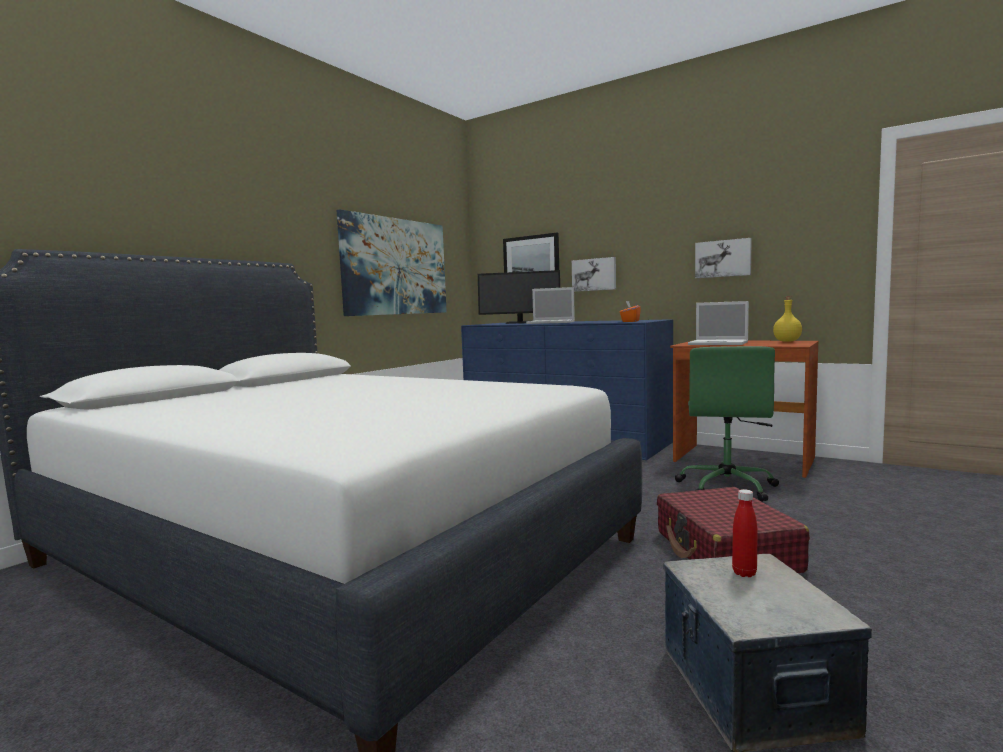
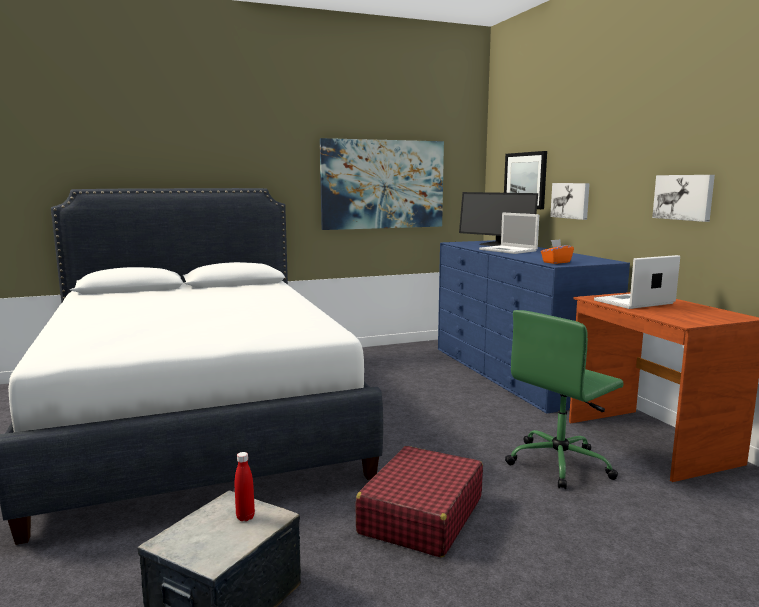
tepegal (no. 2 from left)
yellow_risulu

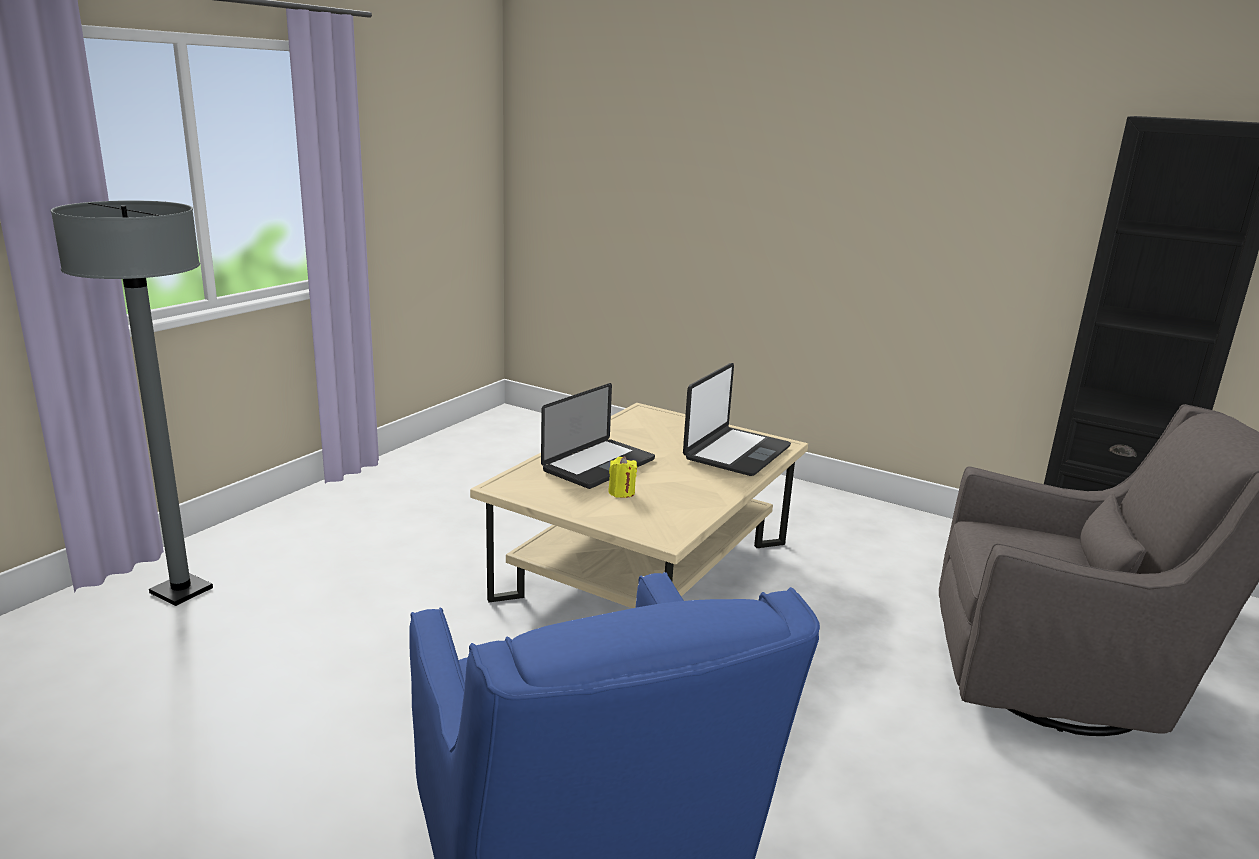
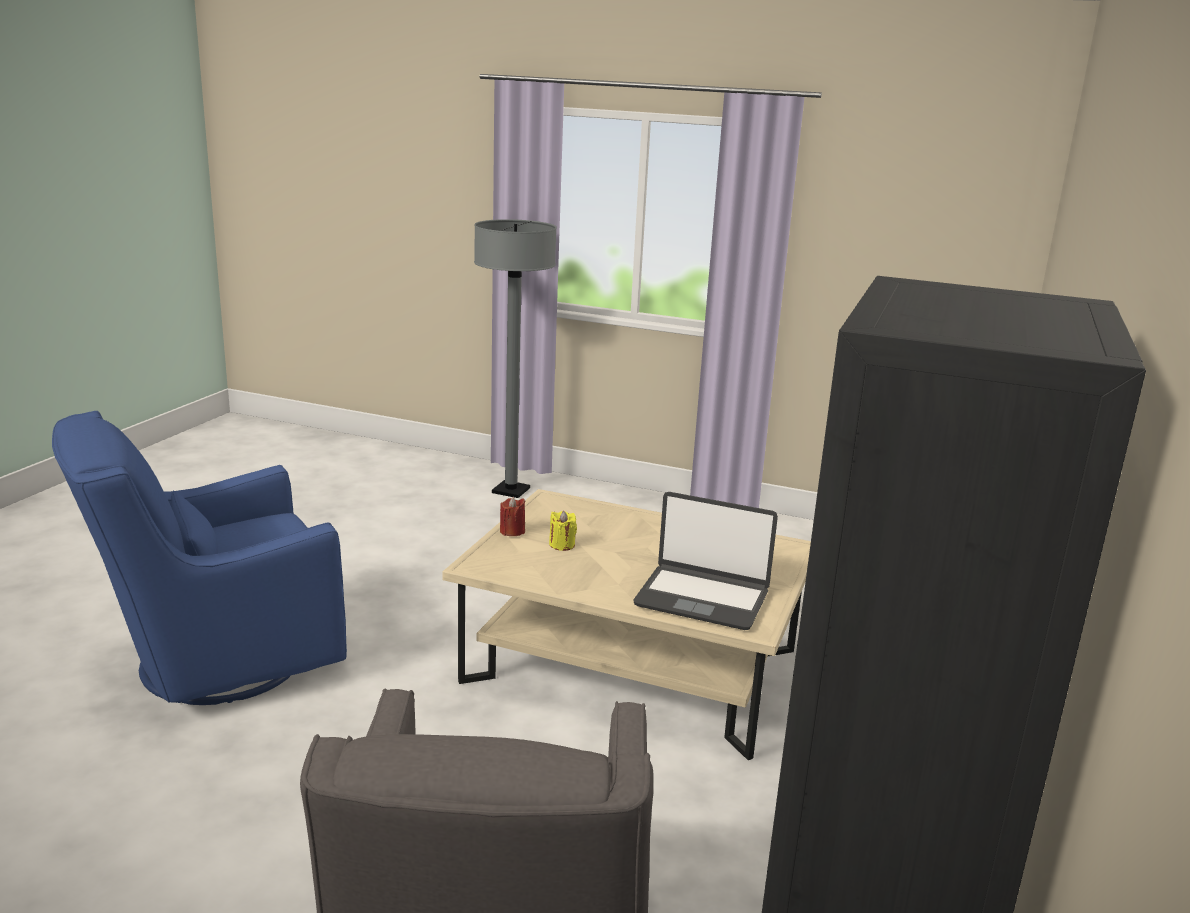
tepegal (no. 1 from left in the first image)
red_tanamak

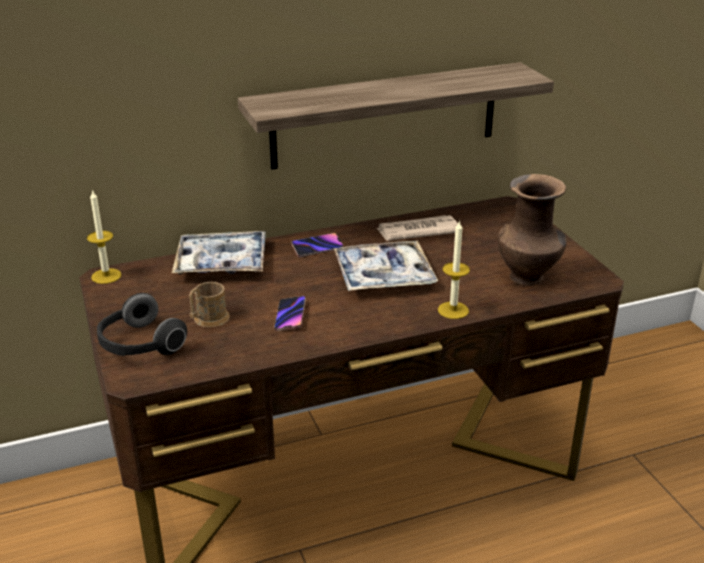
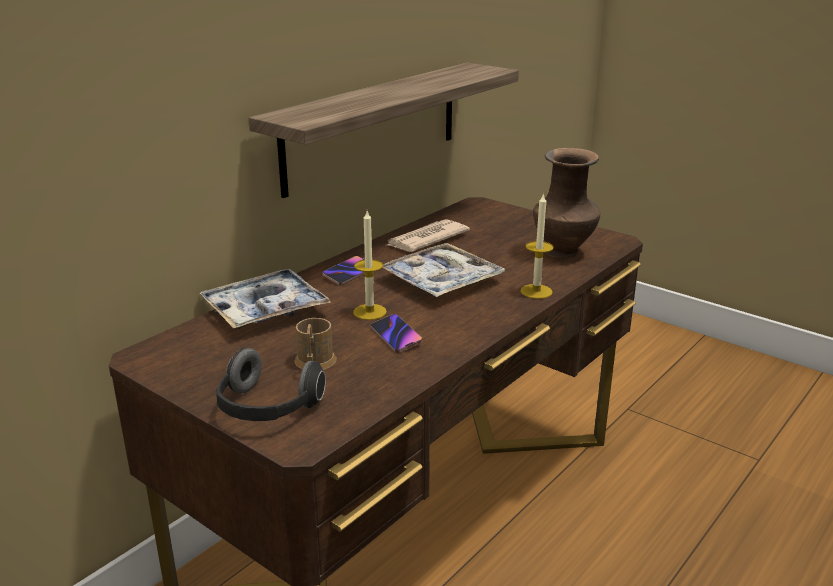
tanamak (no. 1 from left)

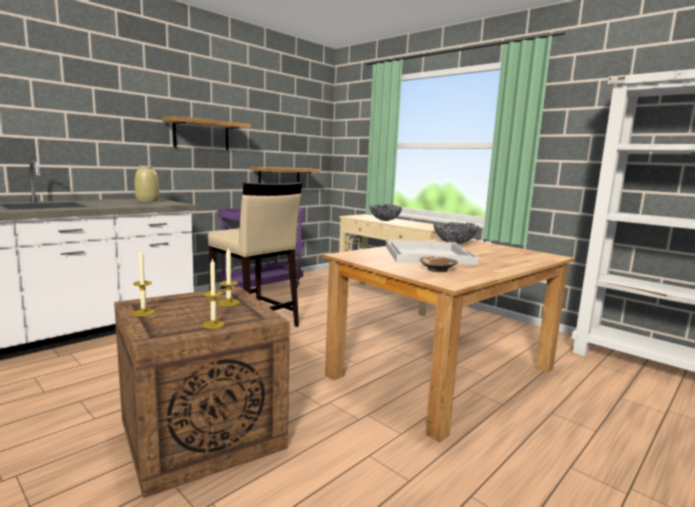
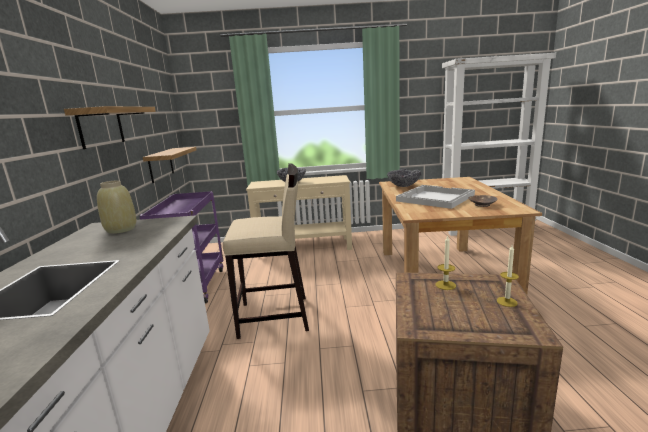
tanamak (no. 1 from left in the first image)

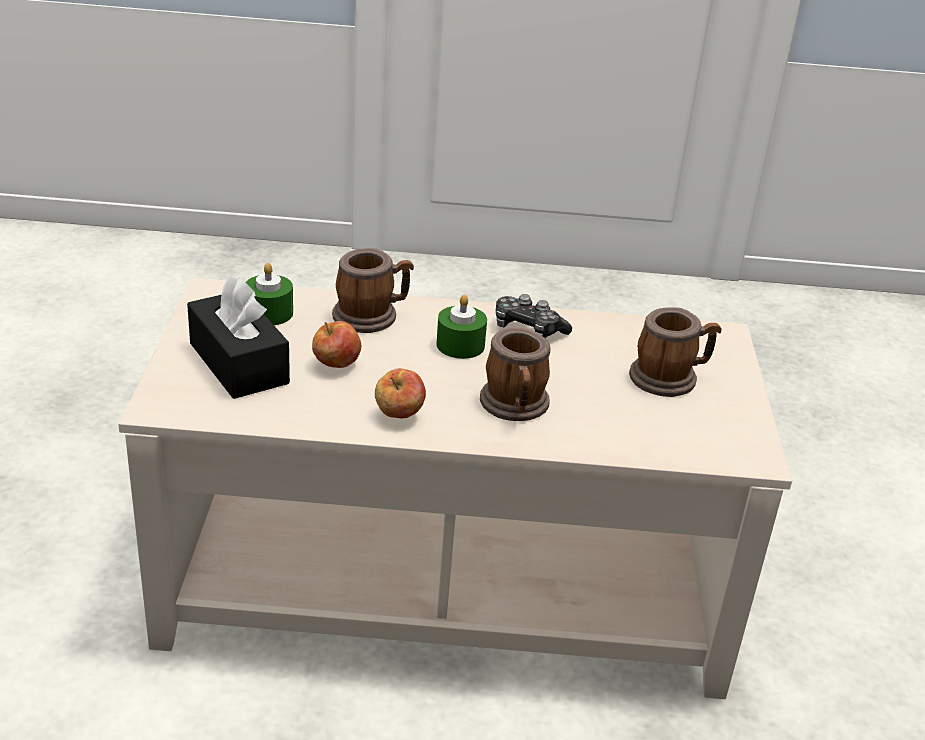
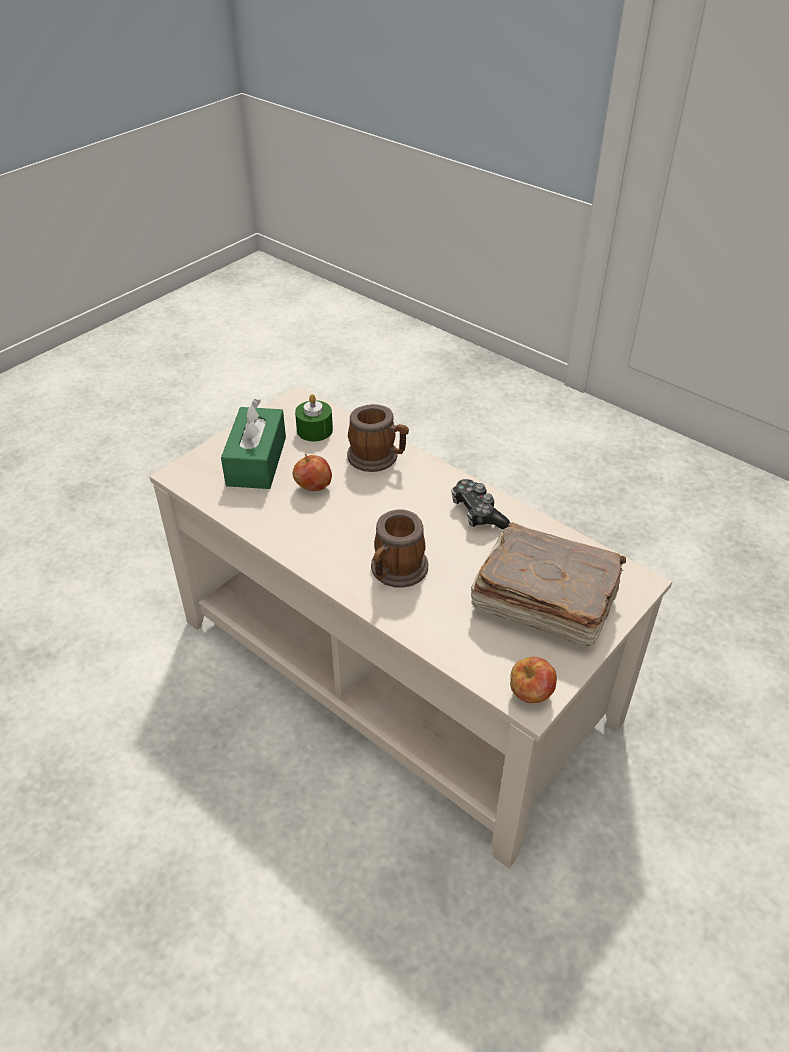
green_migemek
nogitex (no. 2 from left)
green_tanamak (no. 2 from left in the first image)
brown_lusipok

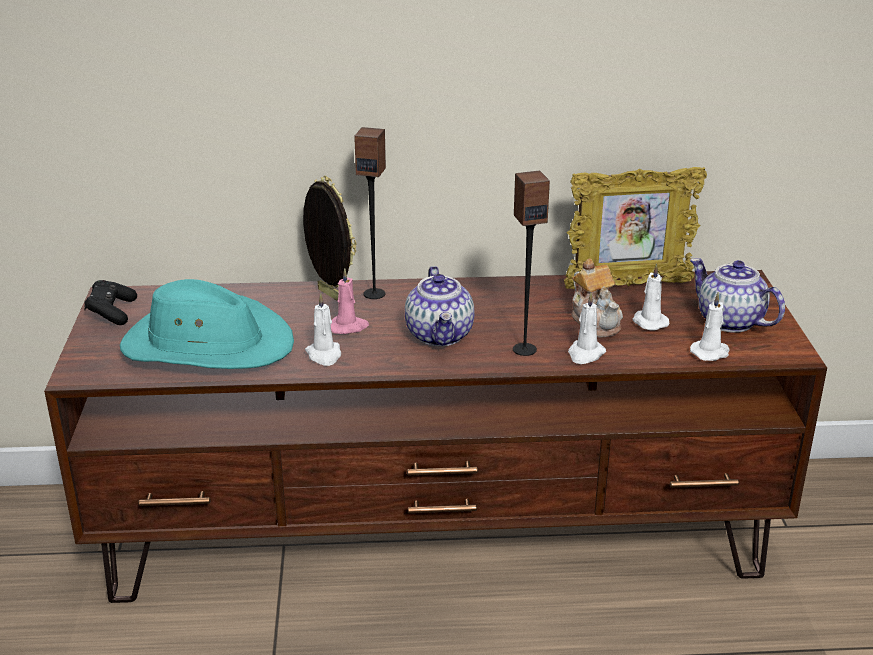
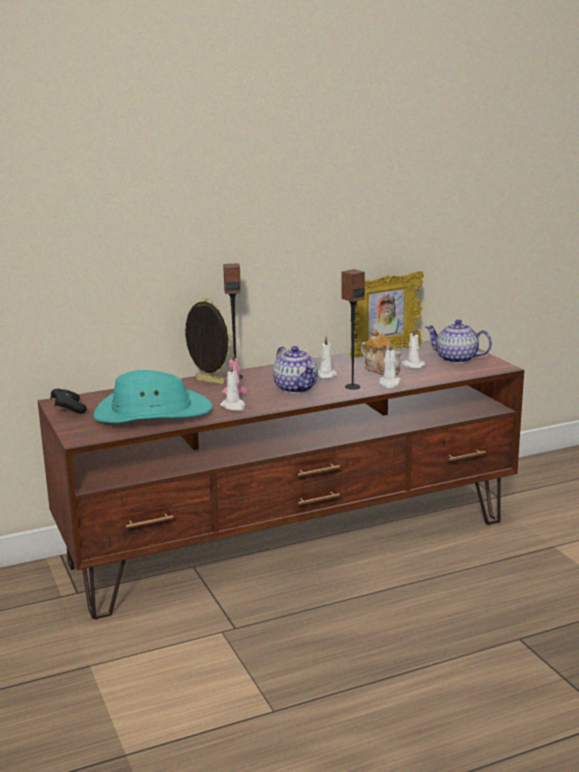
white_tanamak (no. 2 from left)

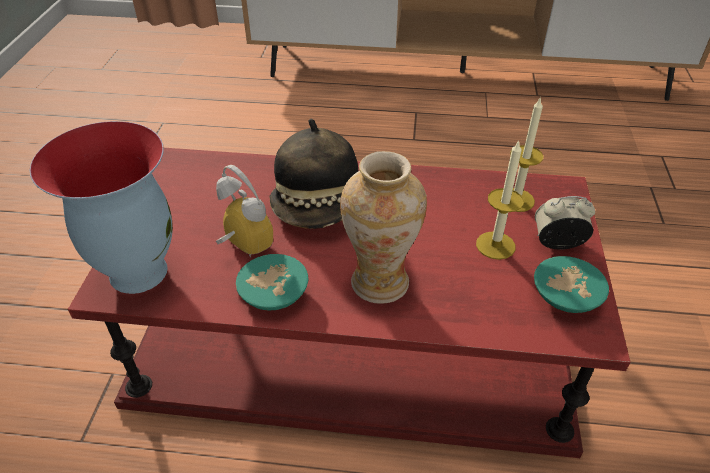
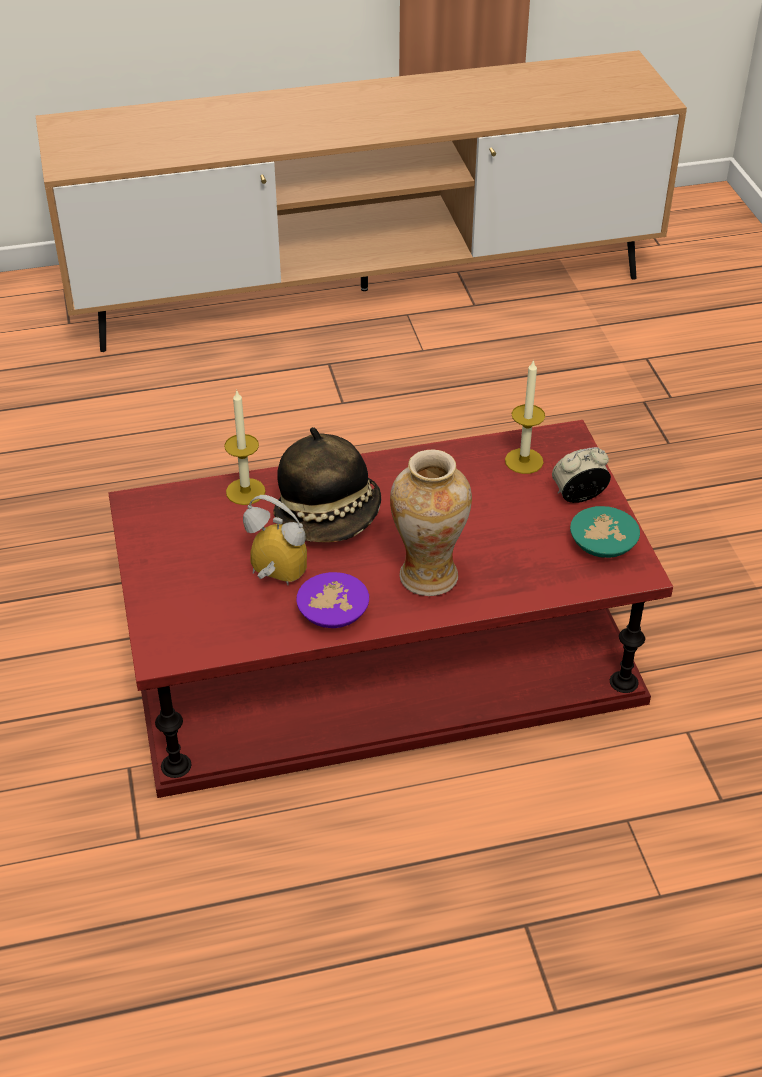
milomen (no. 1 from left in the first image)
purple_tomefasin
tanamak (no. 1 from left)

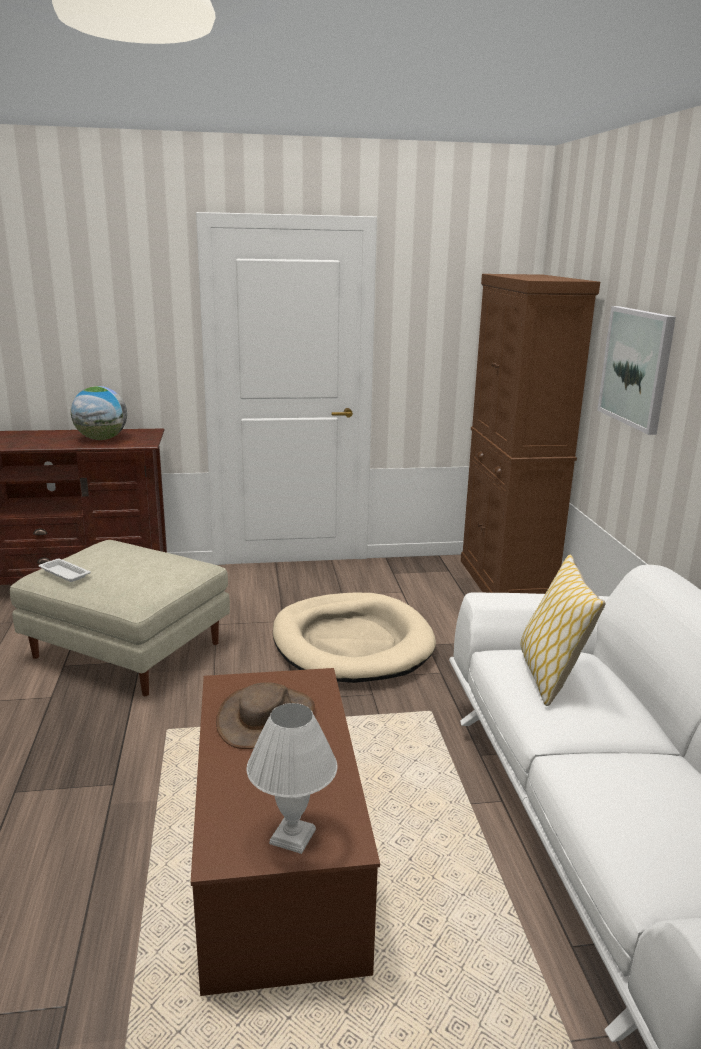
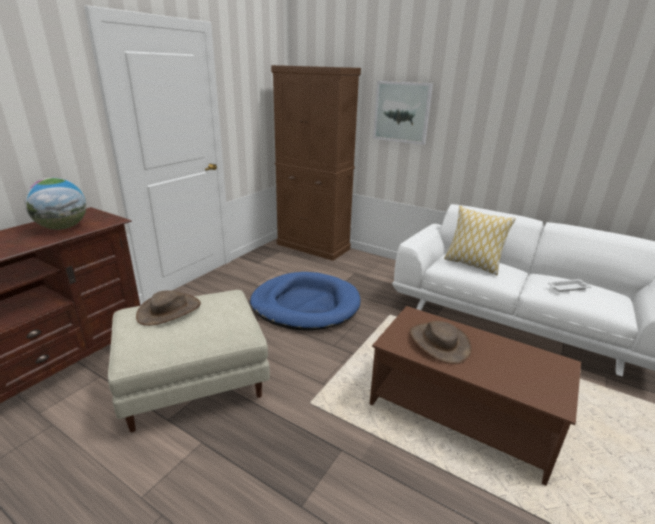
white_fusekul
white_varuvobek
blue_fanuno
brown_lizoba (no. 1 from left)

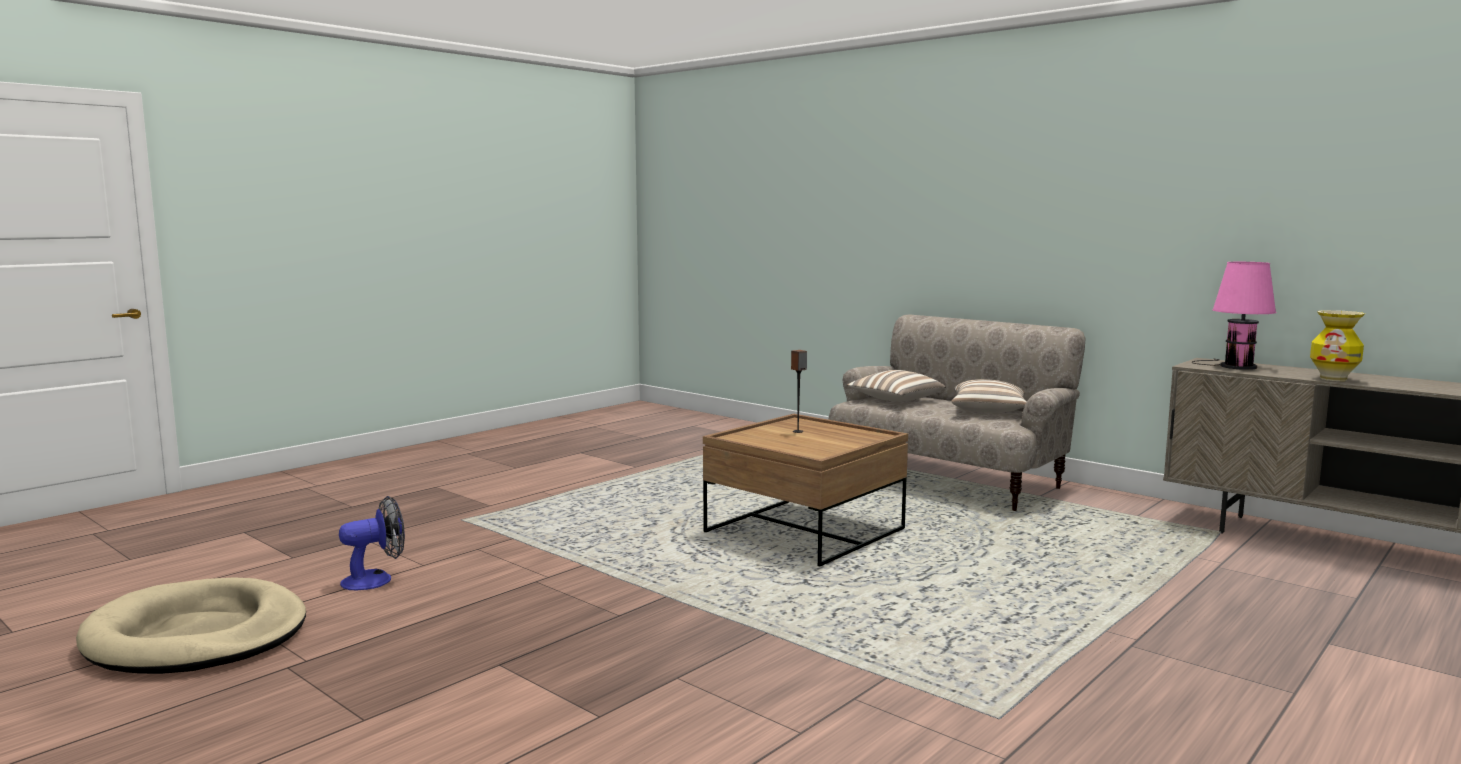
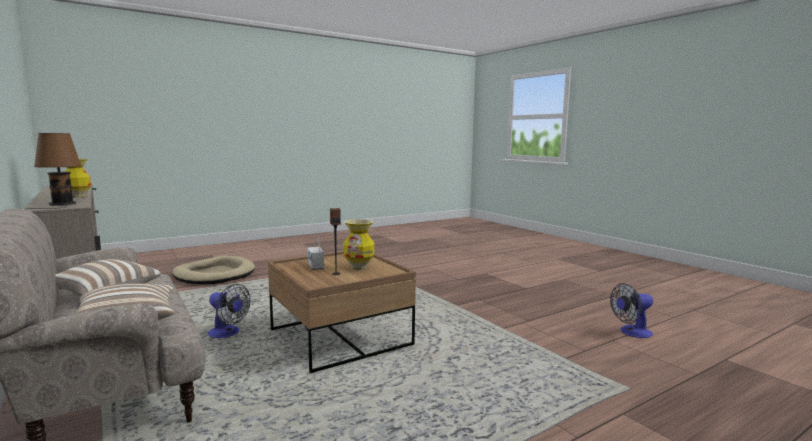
beige_fanuno
brown_varuvobek
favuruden (no. 1 from left)
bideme
milomen (no. 2 from left)

